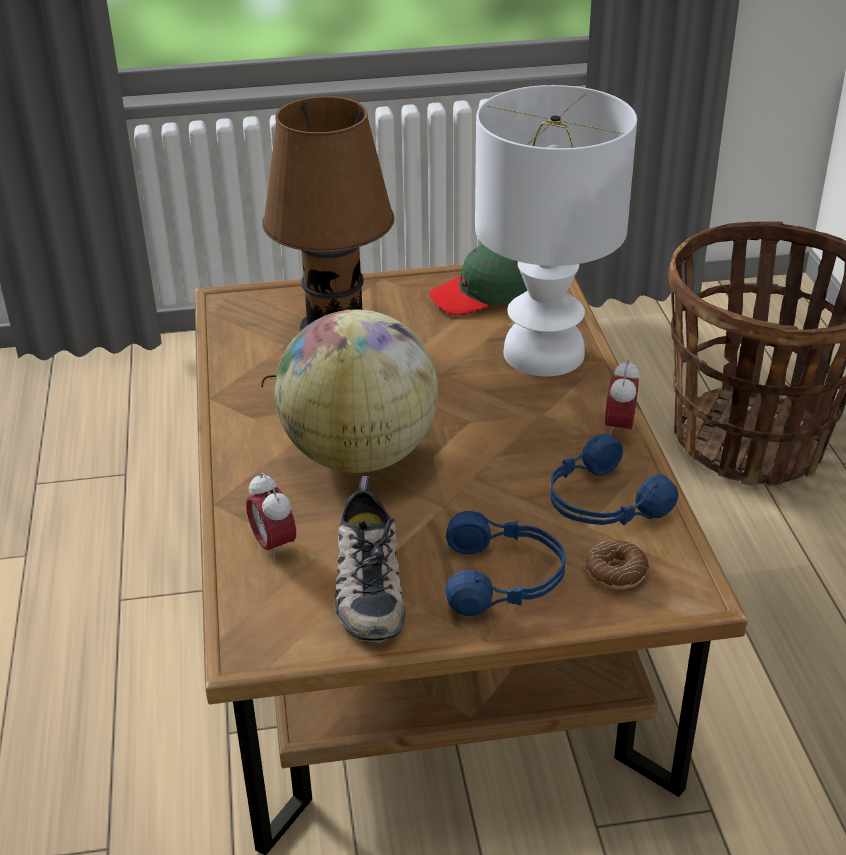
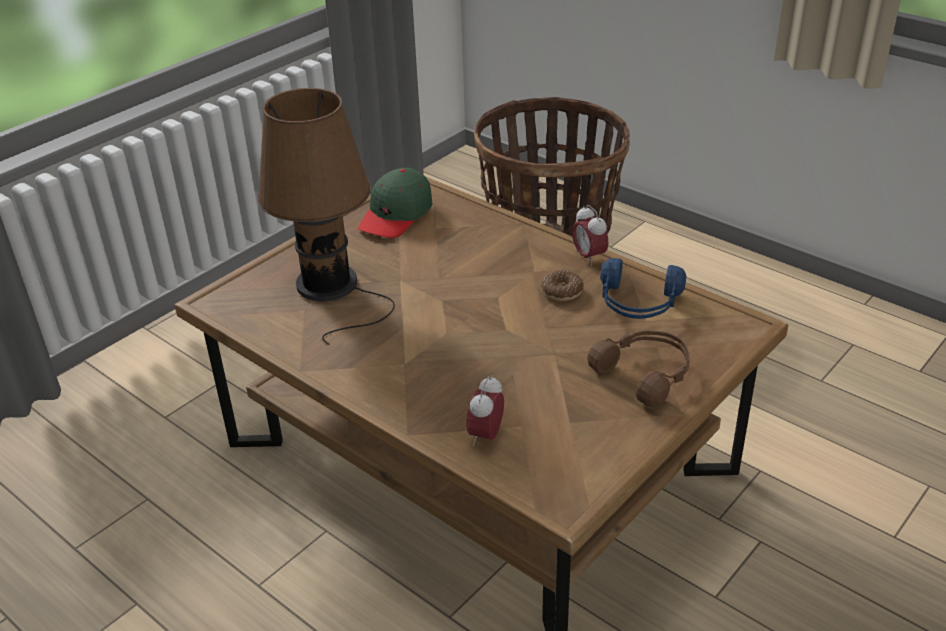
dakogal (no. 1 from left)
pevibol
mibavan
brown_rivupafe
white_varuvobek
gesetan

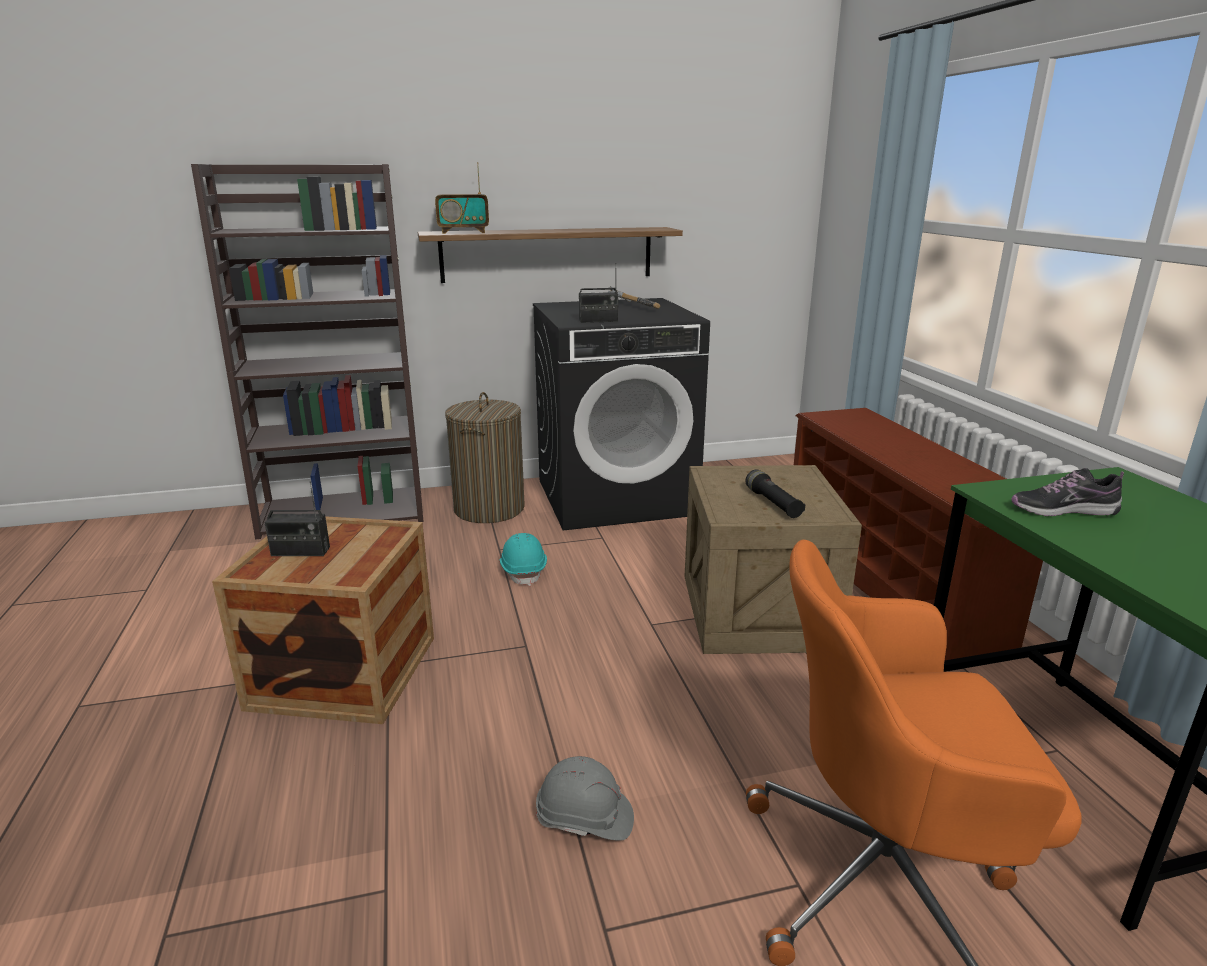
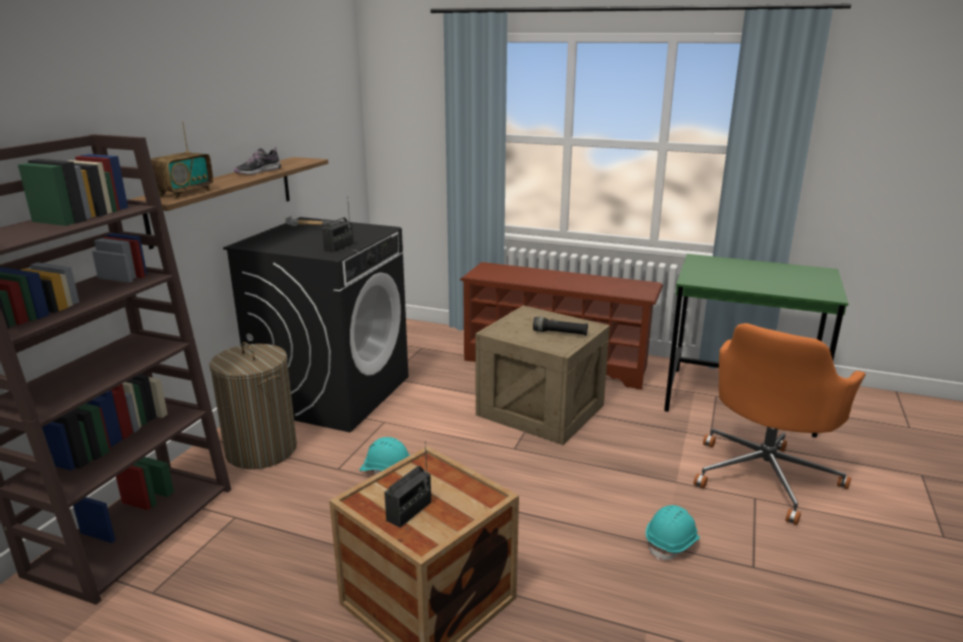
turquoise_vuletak (no. 2 from left)
mibavan

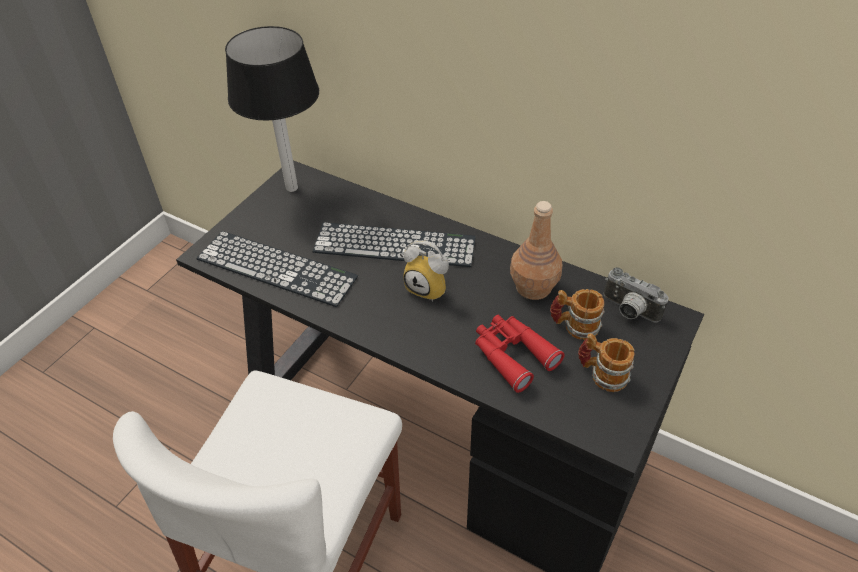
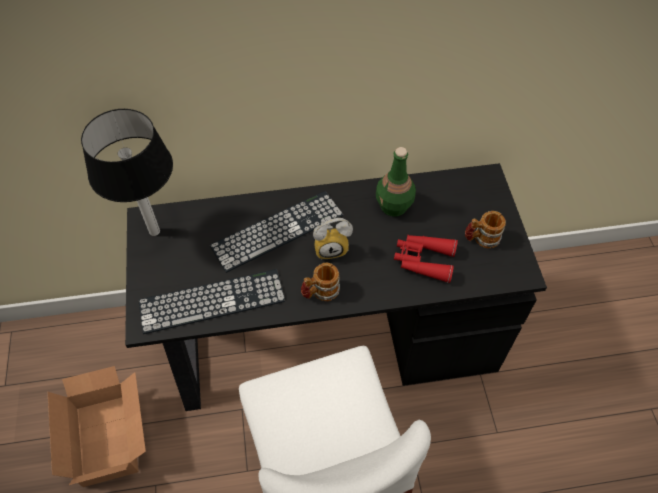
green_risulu
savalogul (no. 1 from left)
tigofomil
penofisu

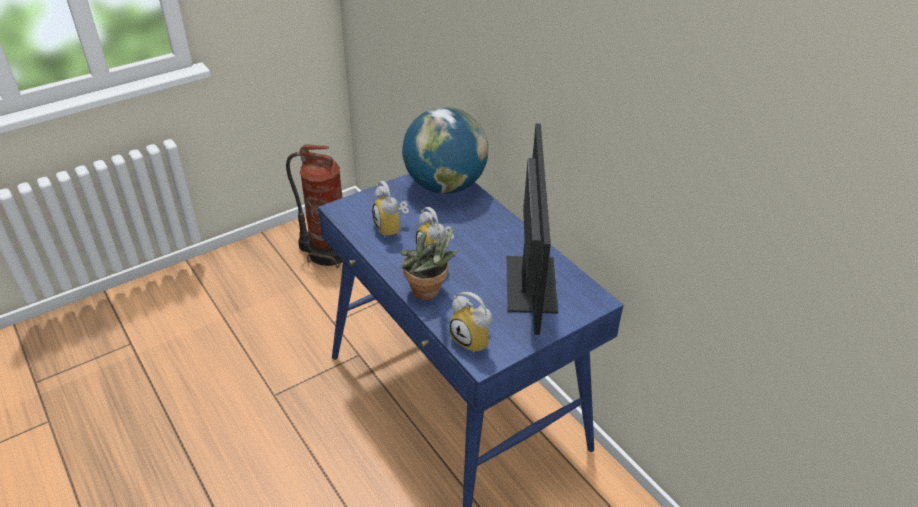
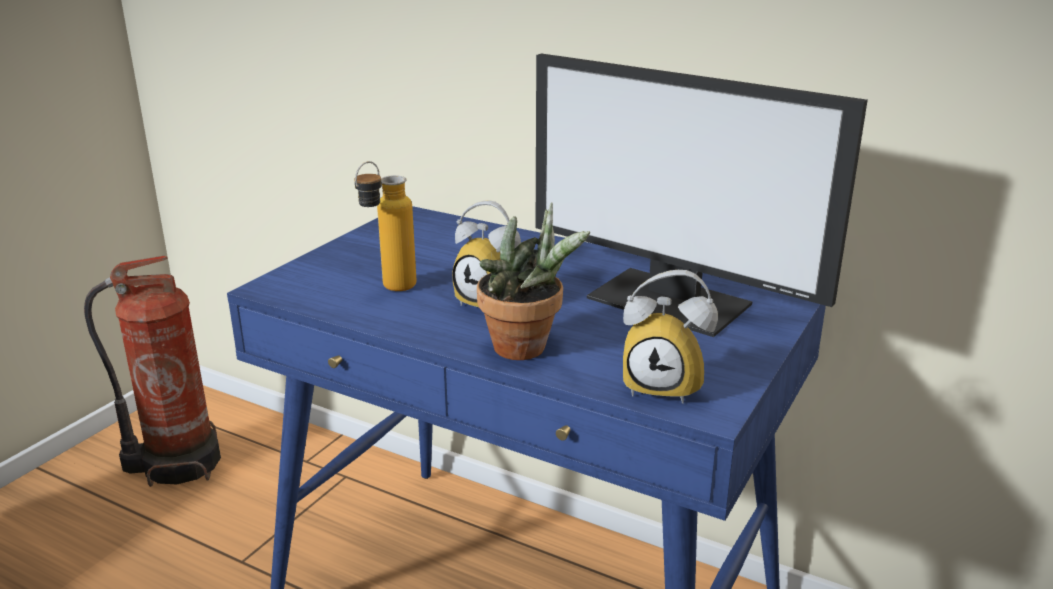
risulu
pevibol
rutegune

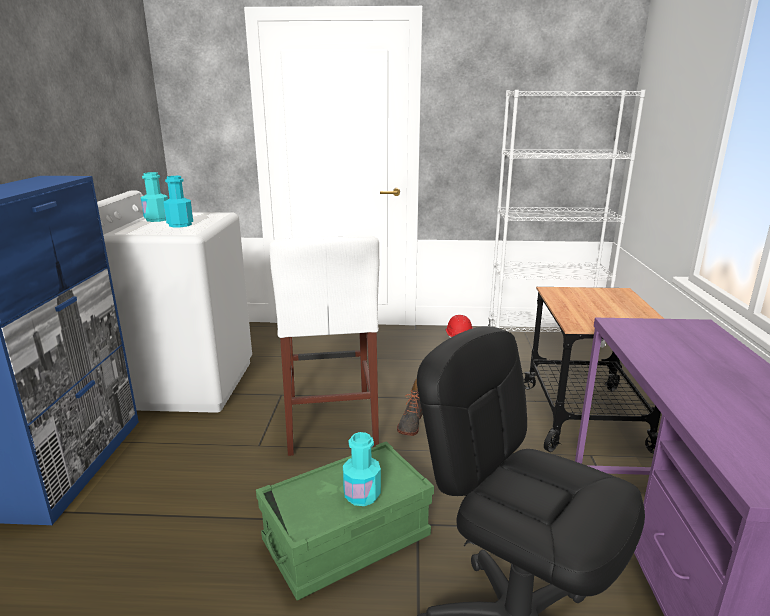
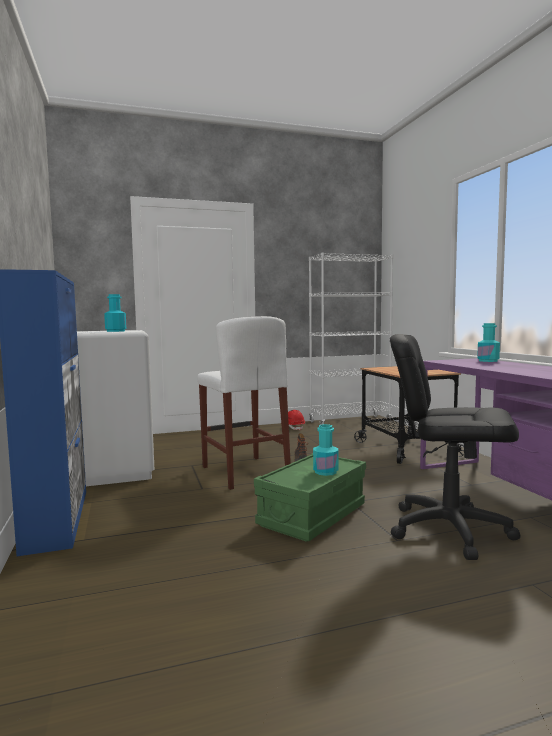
turquoise_risulu (no. 3 from left)

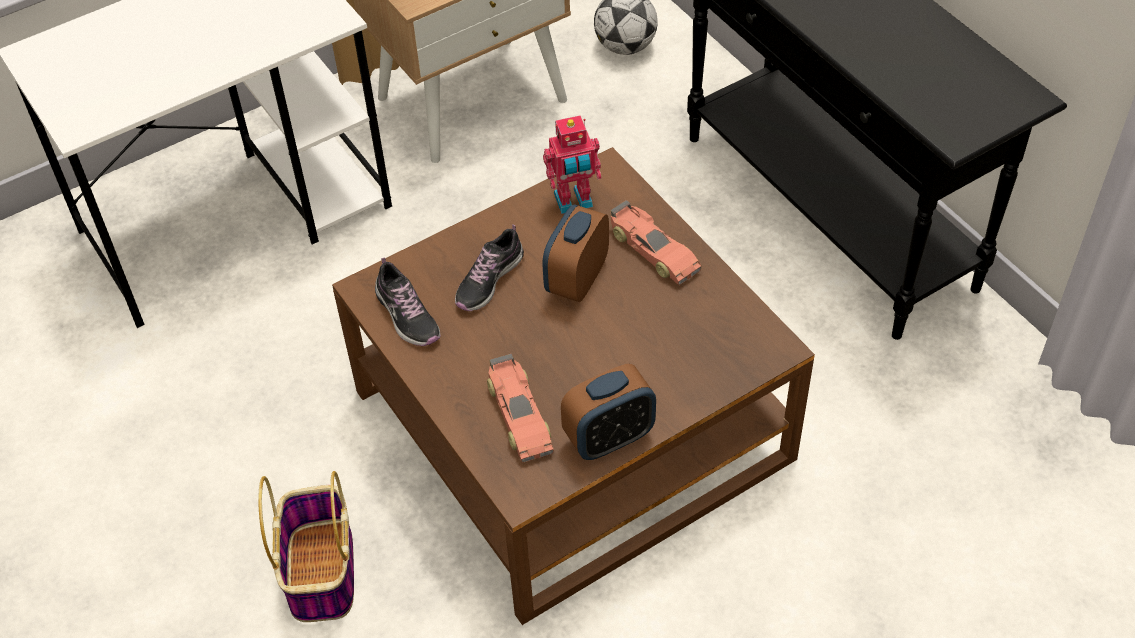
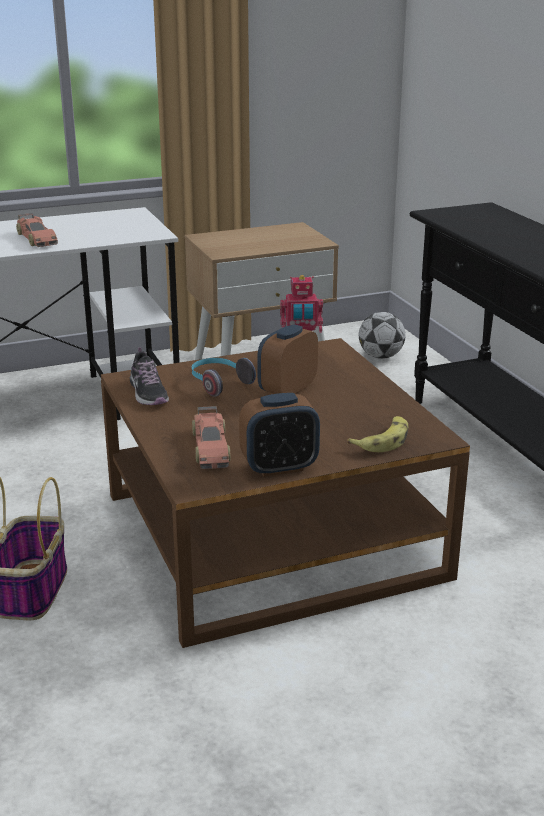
rivupafe
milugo (no. 1 from left)
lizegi

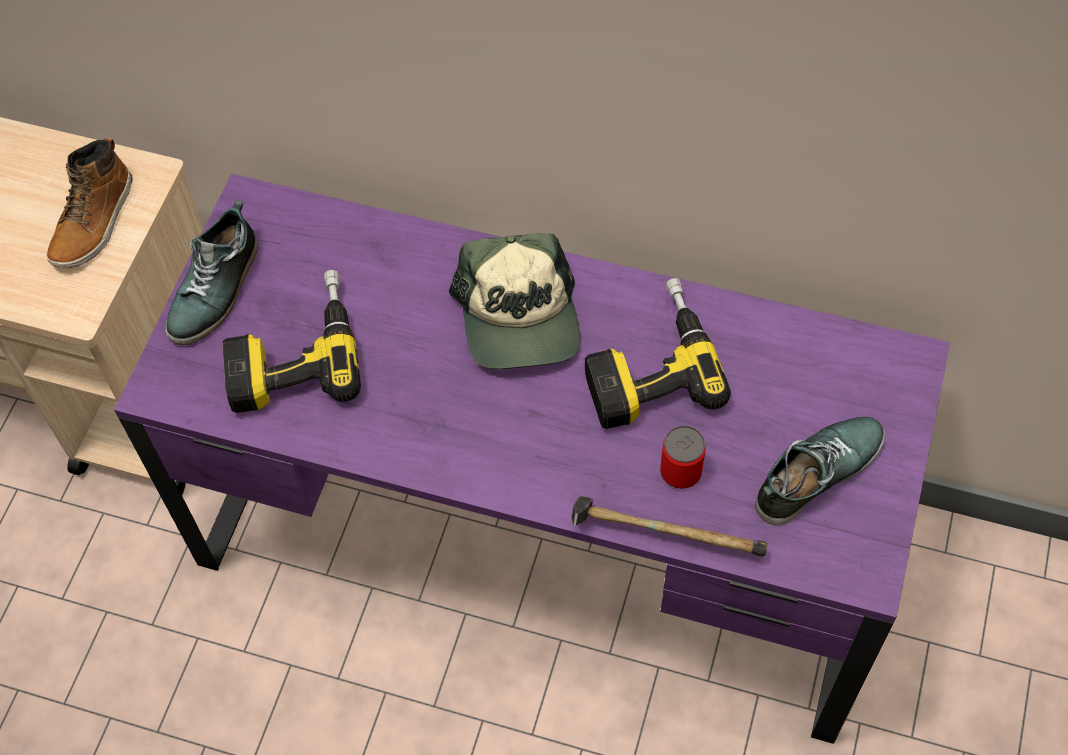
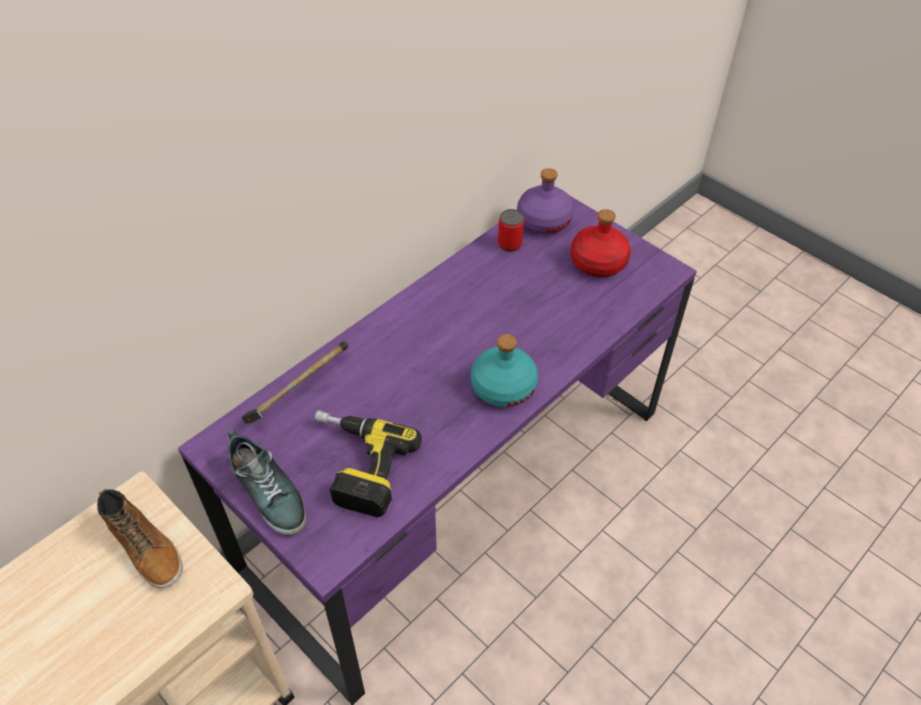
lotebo
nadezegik
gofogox (no. 2 from left in the first image)
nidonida
red_risulu
turquoise_risulu
purple_risulu

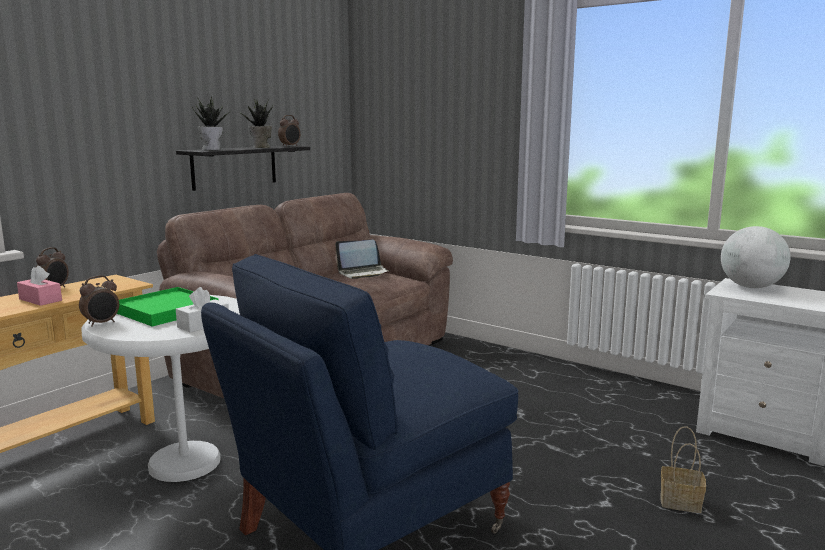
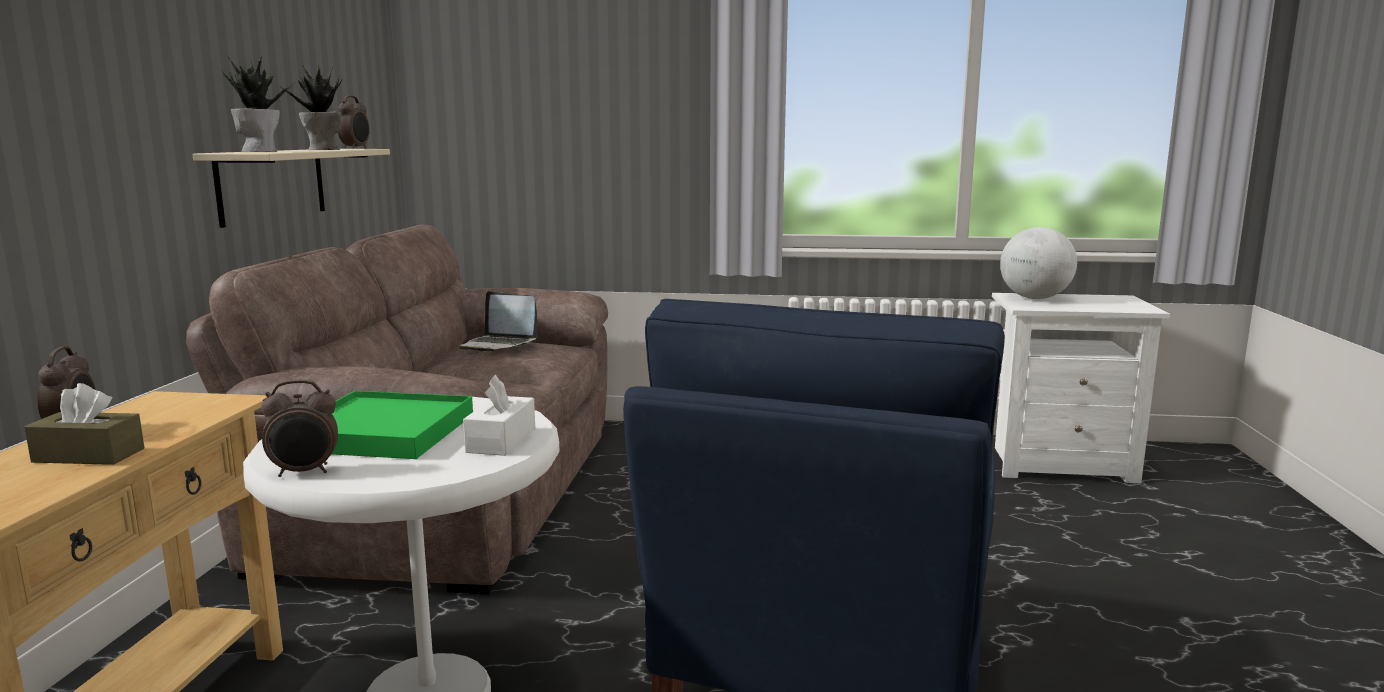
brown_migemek
dakogal (no. 2 from left)
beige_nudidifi
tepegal
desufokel

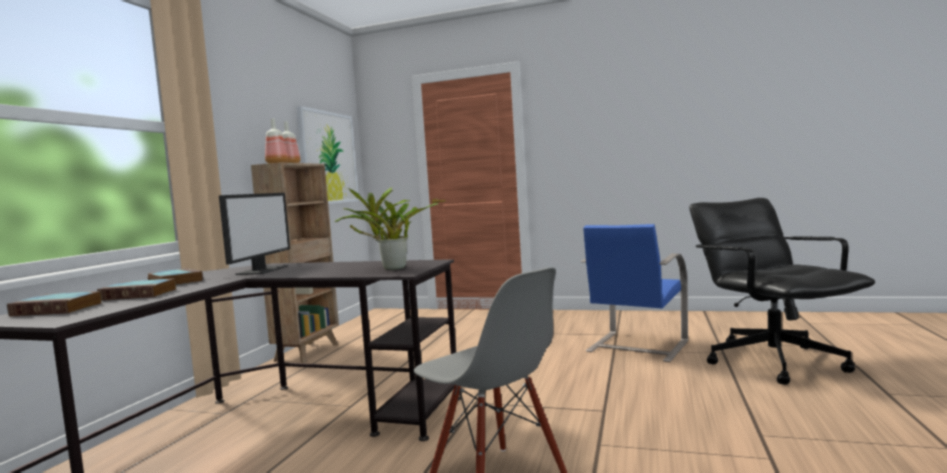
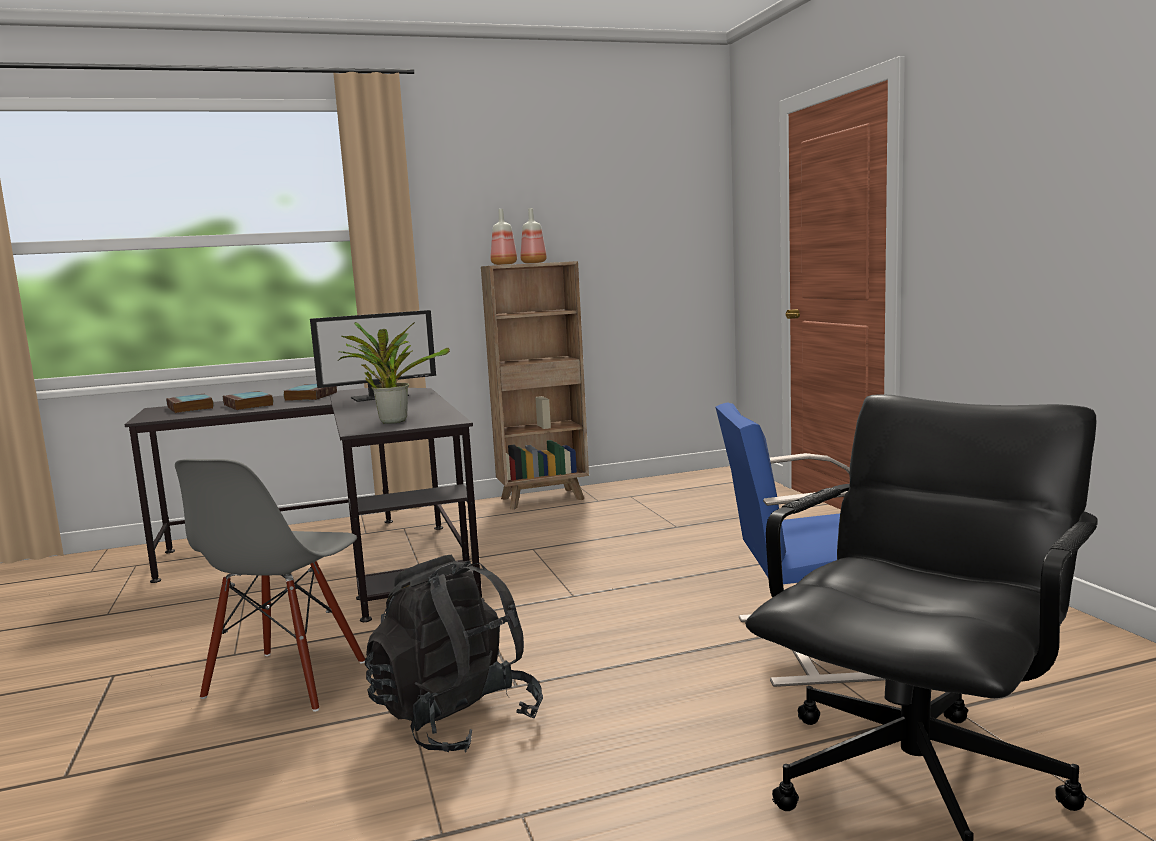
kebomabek
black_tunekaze

